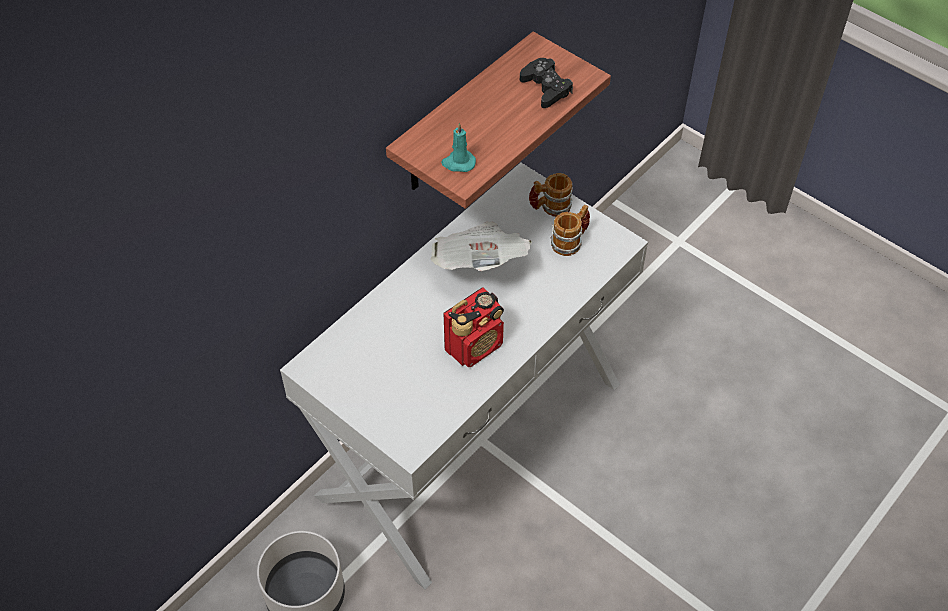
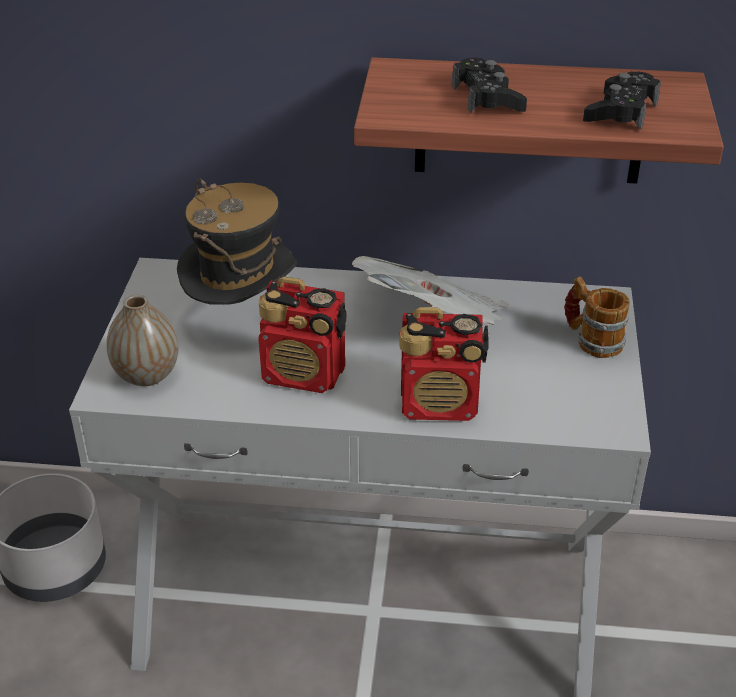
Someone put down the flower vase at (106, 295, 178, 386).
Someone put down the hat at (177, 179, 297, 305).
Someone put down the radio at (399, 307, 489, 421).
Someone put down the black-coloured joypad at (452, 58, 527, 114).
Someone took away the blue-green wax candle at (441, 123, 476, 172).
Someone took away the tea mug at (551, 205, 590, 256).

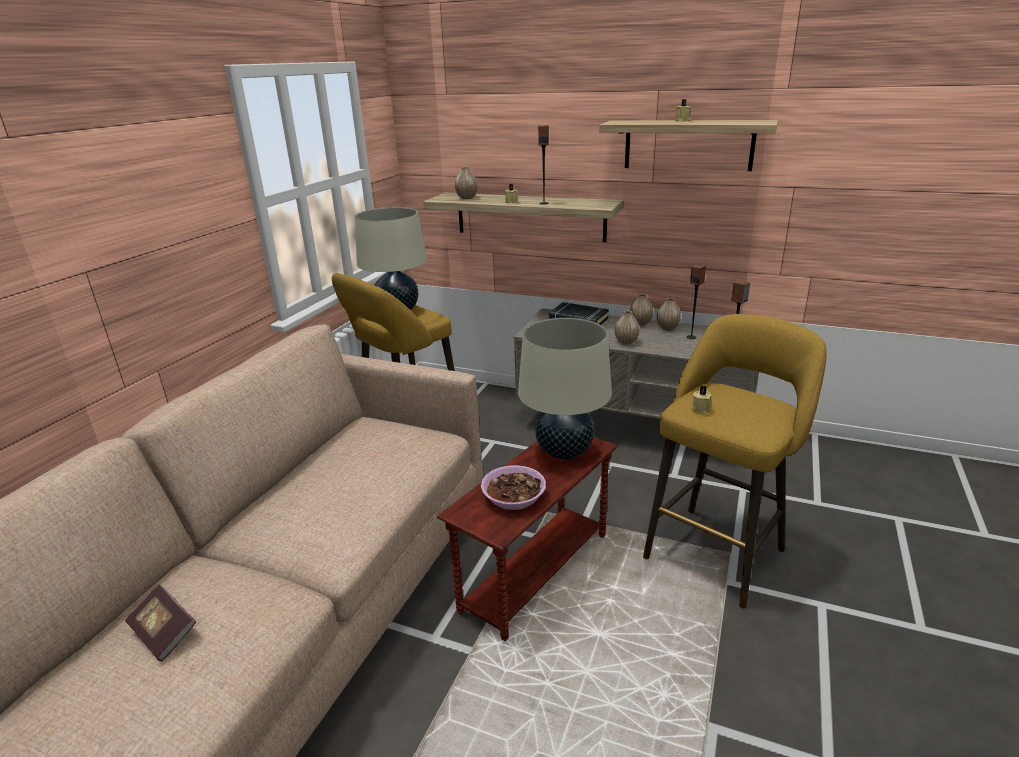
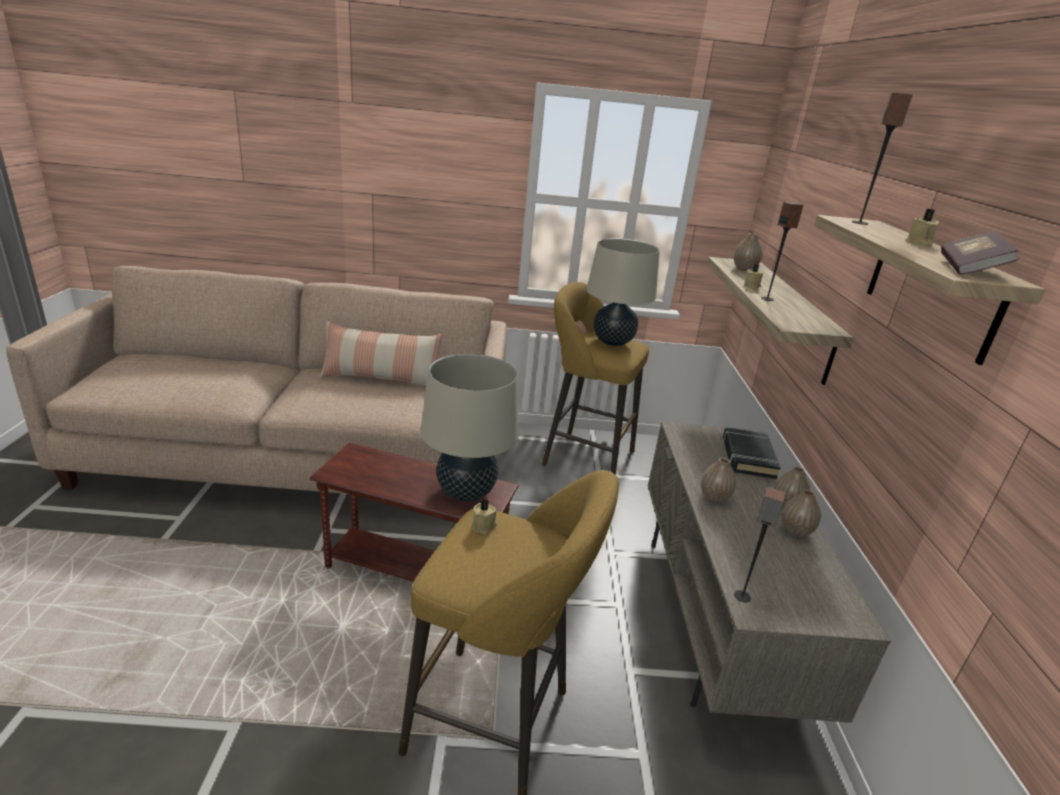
Someone put down the pillow at (319, 321, 442, 386).
Someone carried the speaker from (687, 264, 706, 339) to (852, 93, 913, 225).
Someone carried the book from (125, 585, 196, 661) to (941, 231, 1019, 275).
Someone took away the bowl at (481, 465, 546, 510).

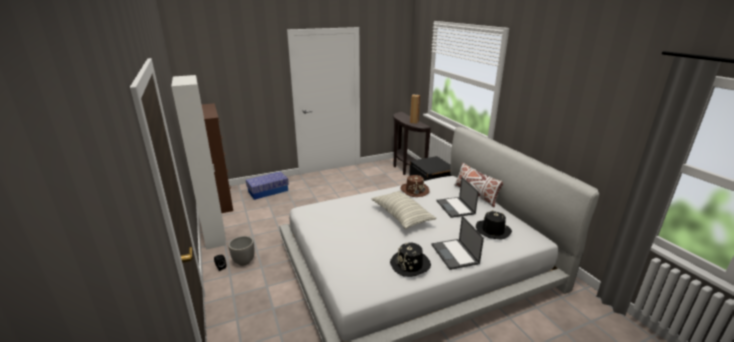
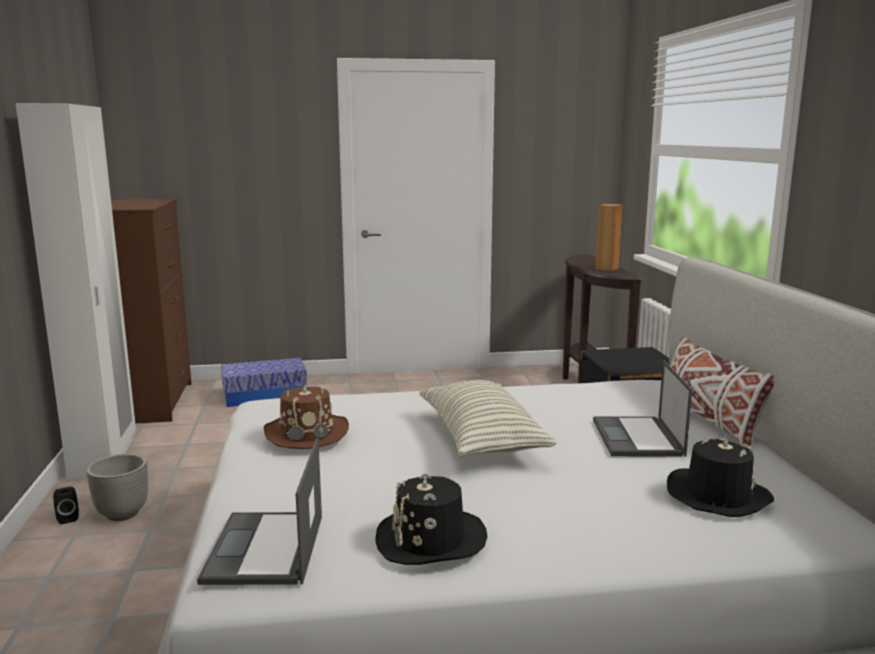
Someone carried the portable computer from (432, 216, 484, 270) to (197, 438, 322, 585).
Someone carried the brown-coloured hat from (400, 175, 429, 197) to (264, 385, 349, 449).

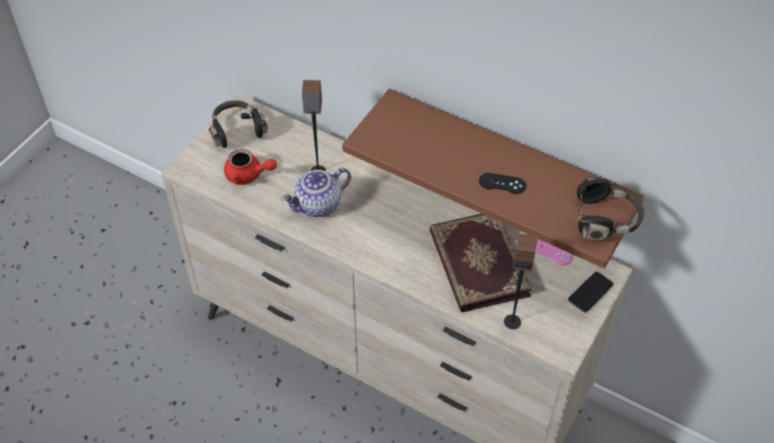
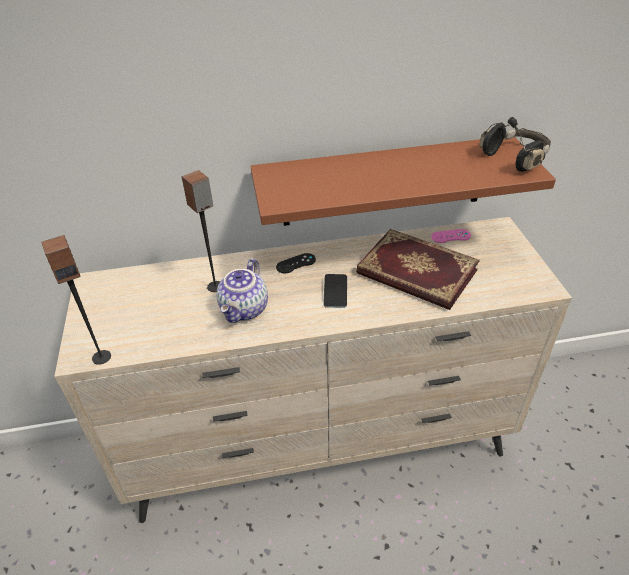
Someone carried the speaker from (504, 233, 537, 329) to (41, 235, 111, 365).
Someone carried the black-coloured joypad from (479, 173, 526, 194) to (276, 253, 316, 273).
Someone carried the handset from (568, 272, 613, 313) to (323, 274, 347, 308).
Someone took away the black-coloured headphones at (209, 100, 268, 148).
Someone took away the red tea pot at (224, 149, 277, 185).

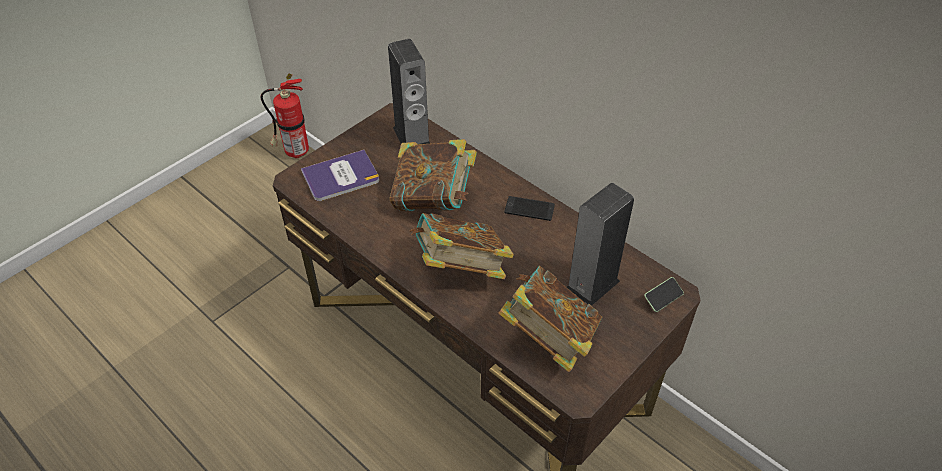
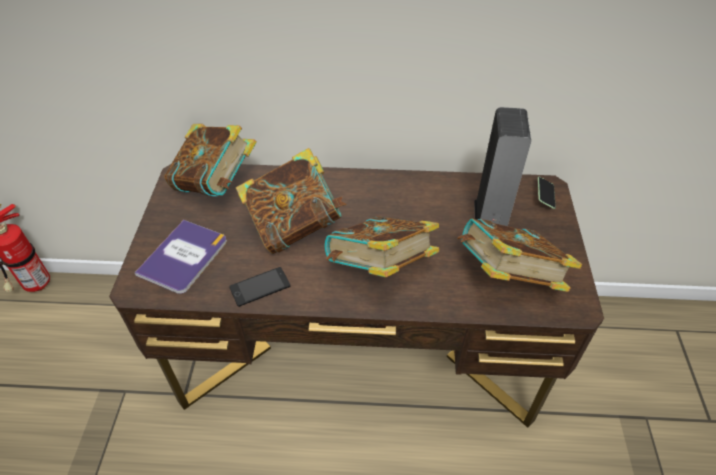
Someone swapped the speaker at (388, 39, 430, 144) for the book at (165, 124, 257, 197).
Someone carried the handset from (504, 196, 555, 221) to (229, 267, 290, 307).

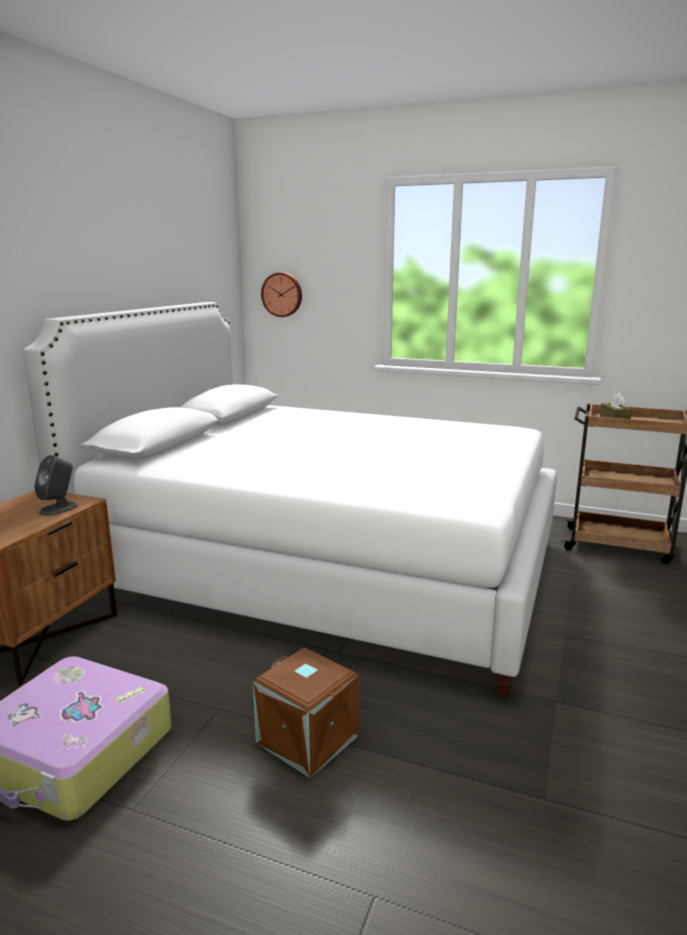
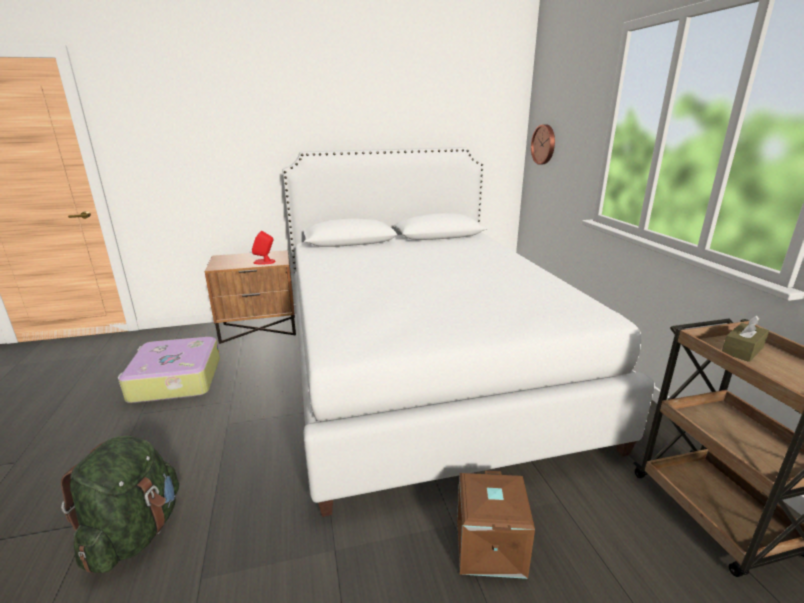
Someone put down the greenish knapsack at (61, 436, 179, 573).
Someone repainted the greyish speaker at (34, 455, 78, 516), which became the red speaker at (252, 231, 275, 264).
Someone carried the brown-coloured storage bin from (253, 647, 359, 778) to (457, 471, 535, 579).

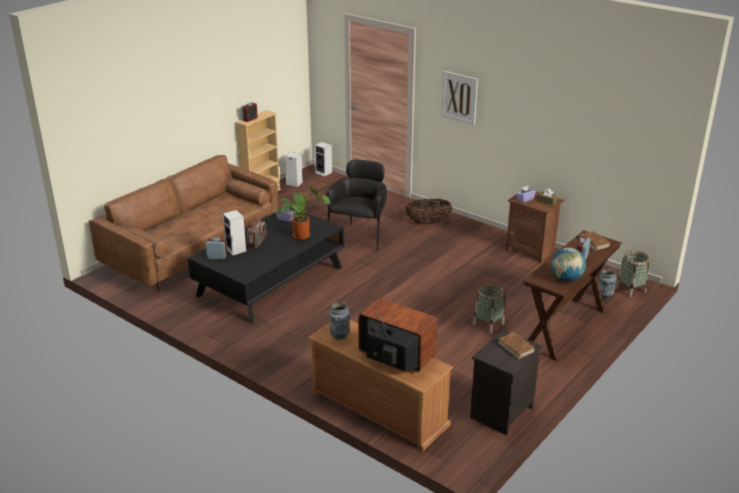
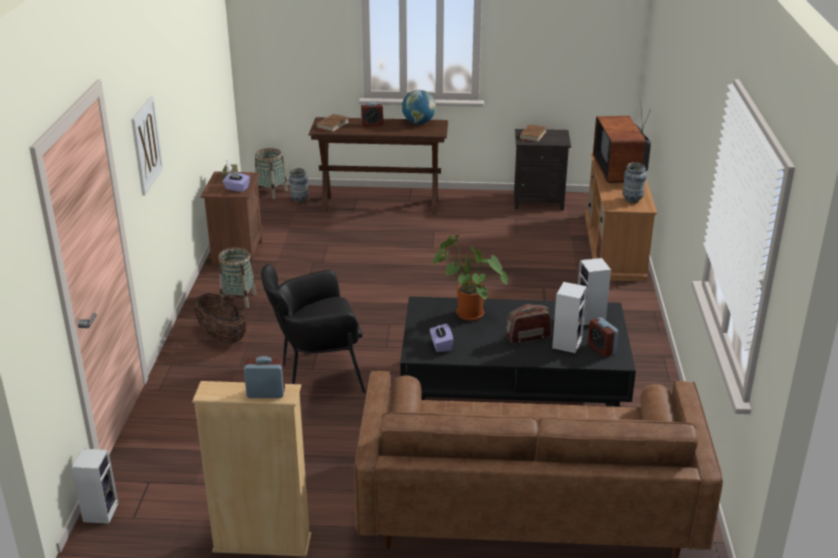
Someone carried the household basket from (473, 283, 505, 333) to (218, 247, 256, 308).
Someone carried the speaker from (285, 152, 303, 187) to (578, 258, 611, 325).

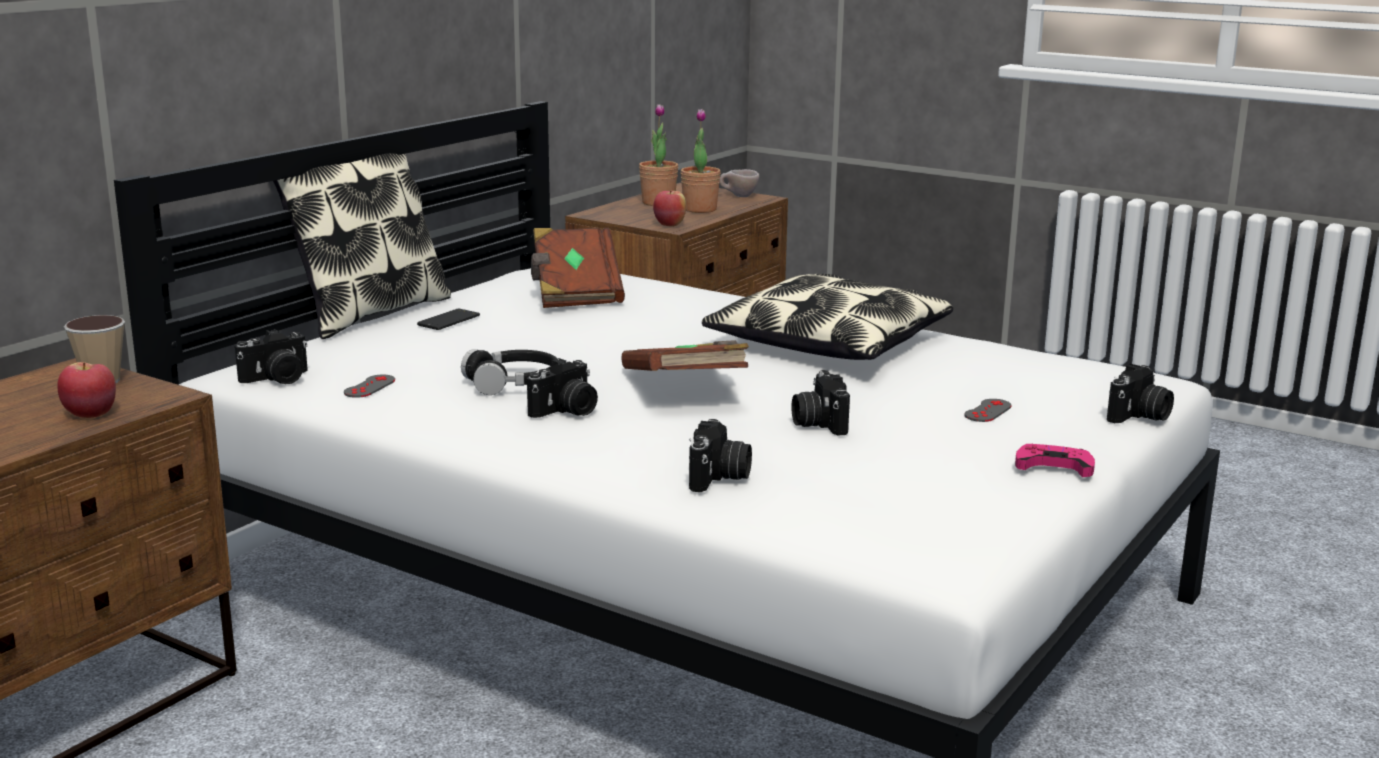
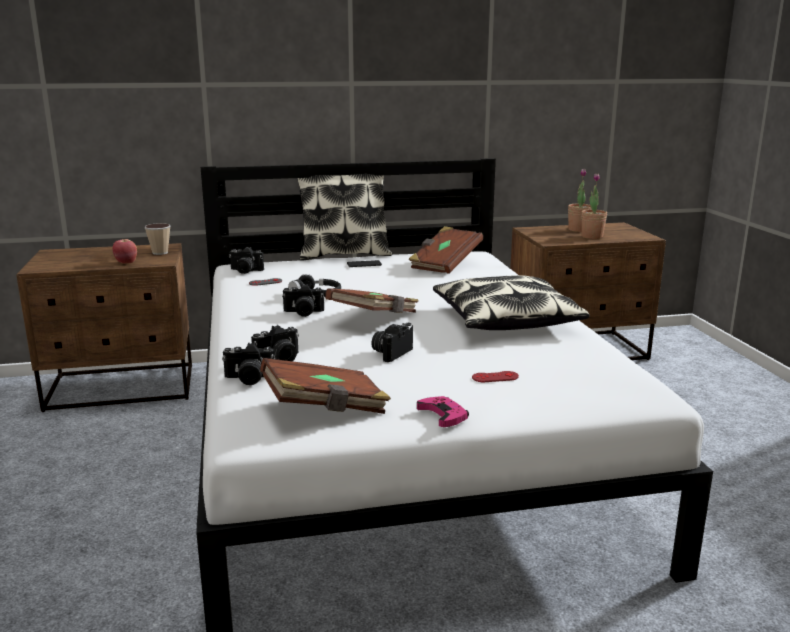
Someone carried the photo camera from (1107, 364, 1174, 423) to (222, 342, 275, 385).
Someone put down the brown-coloured book at (260, 358, 391, 414).
Someone repainted the greyish joypad at (965, 399, 1012, 422), which became the red joypad at (472, 371, 519, 382).
Someone took away the apple at (653, 190, 686, 227).
Someone took away the sand-coloured cup at (720, 169, 759, 197).

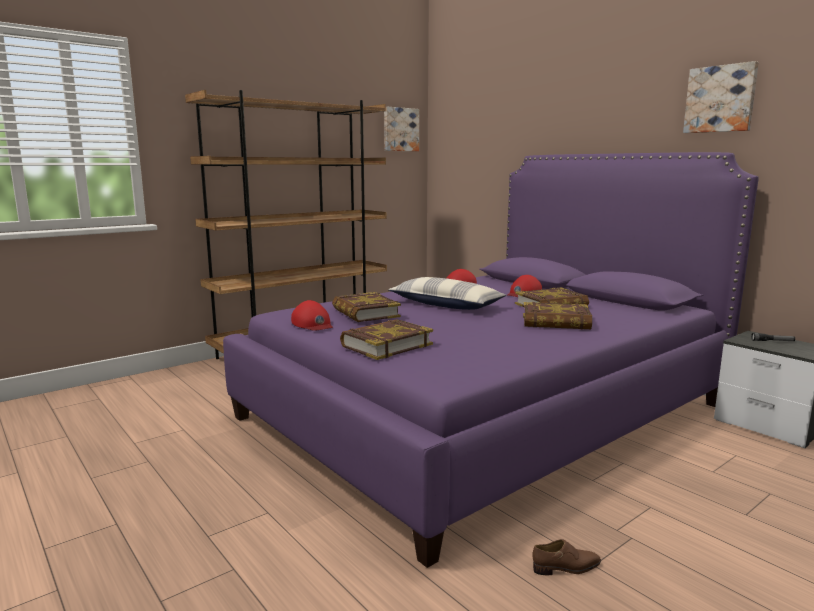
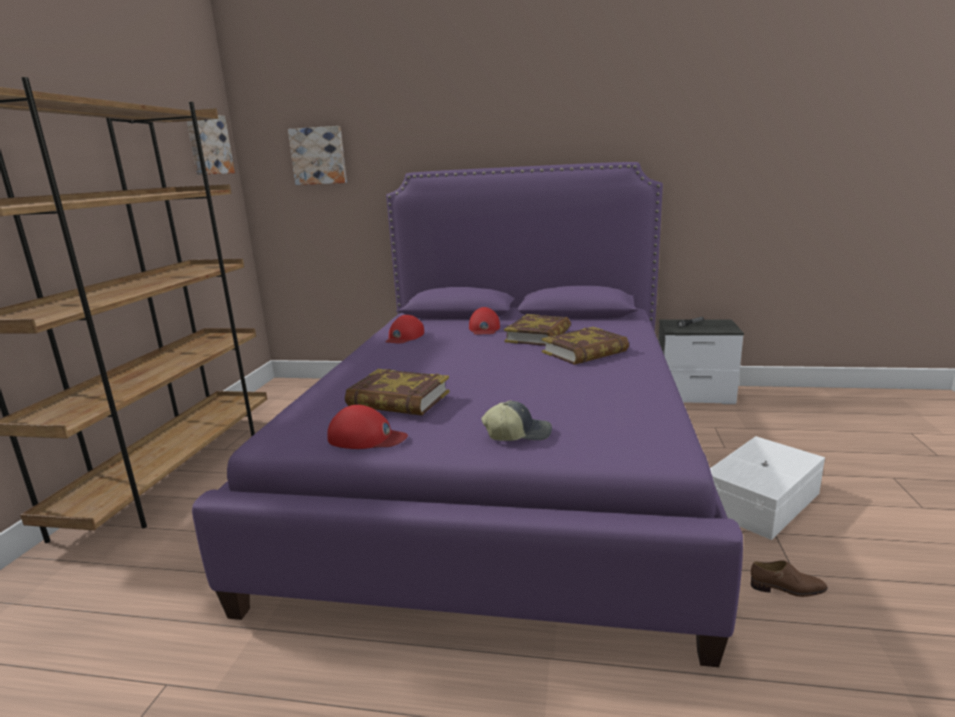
Someone carried the picture from (683, 61, 759, 133) to (288, 126, 347, 185).
Someone swapped the book at (340, 319, 433, 360) for the baseball cap at (481, 401, 552, 441).
Someone put down the whitish storage bin at (710, 436, 825, 540).
Someone rotated the brown-coloured low shoe at (532, 539, 601, 575) by 60 degrees clockwise.
Someone took away the pillow at (388, 277, 506, 310).

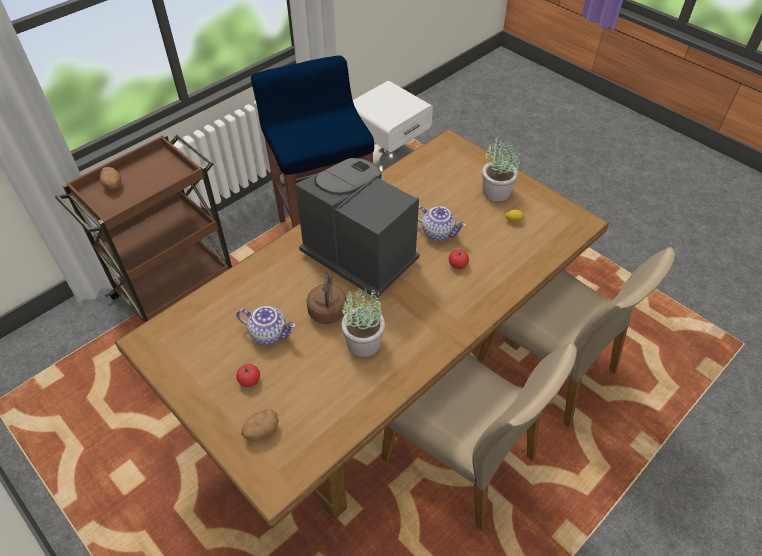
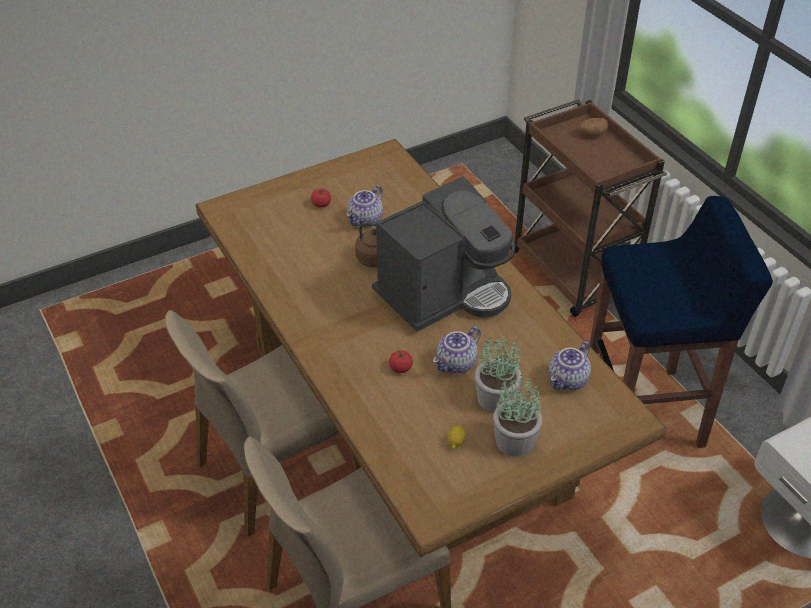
Someone carried the potted plant from (342, 286, 385, 357) to (475, 334, 522, 413).
Someone put down the tea pot at (549, 341, 591, 390).
Someone took away the potato at (241, 409, 279, 441).

